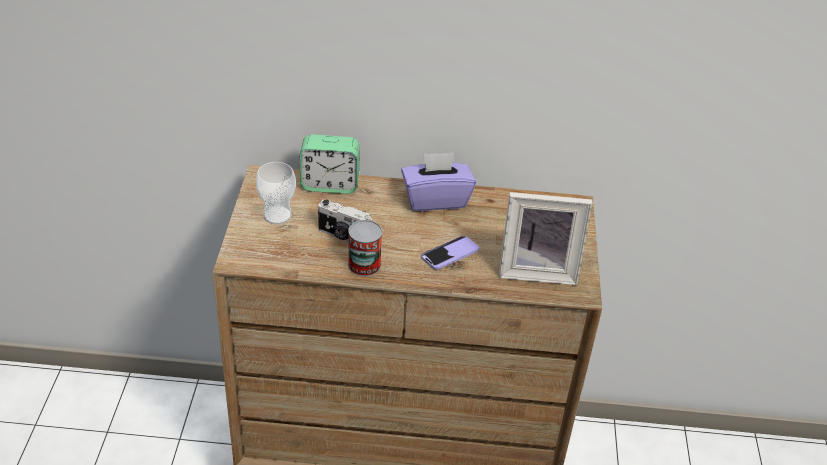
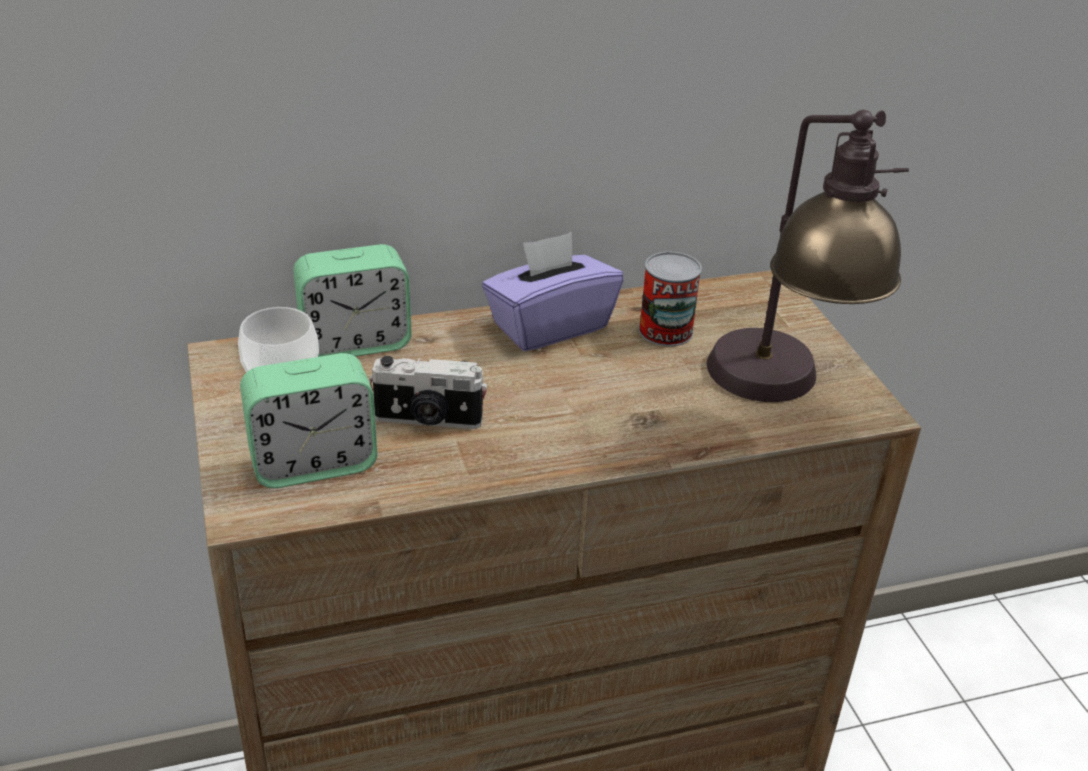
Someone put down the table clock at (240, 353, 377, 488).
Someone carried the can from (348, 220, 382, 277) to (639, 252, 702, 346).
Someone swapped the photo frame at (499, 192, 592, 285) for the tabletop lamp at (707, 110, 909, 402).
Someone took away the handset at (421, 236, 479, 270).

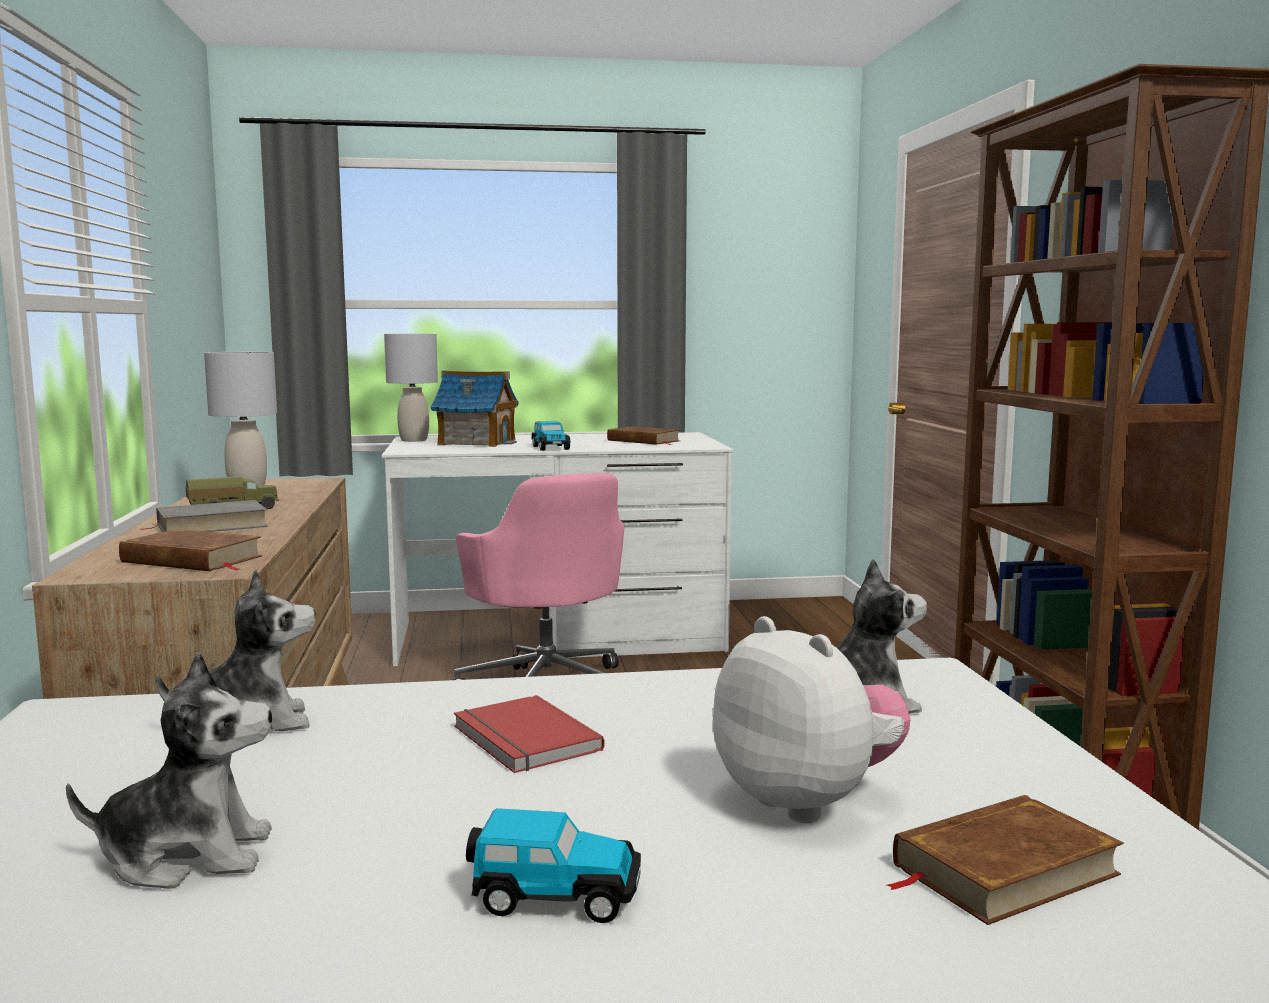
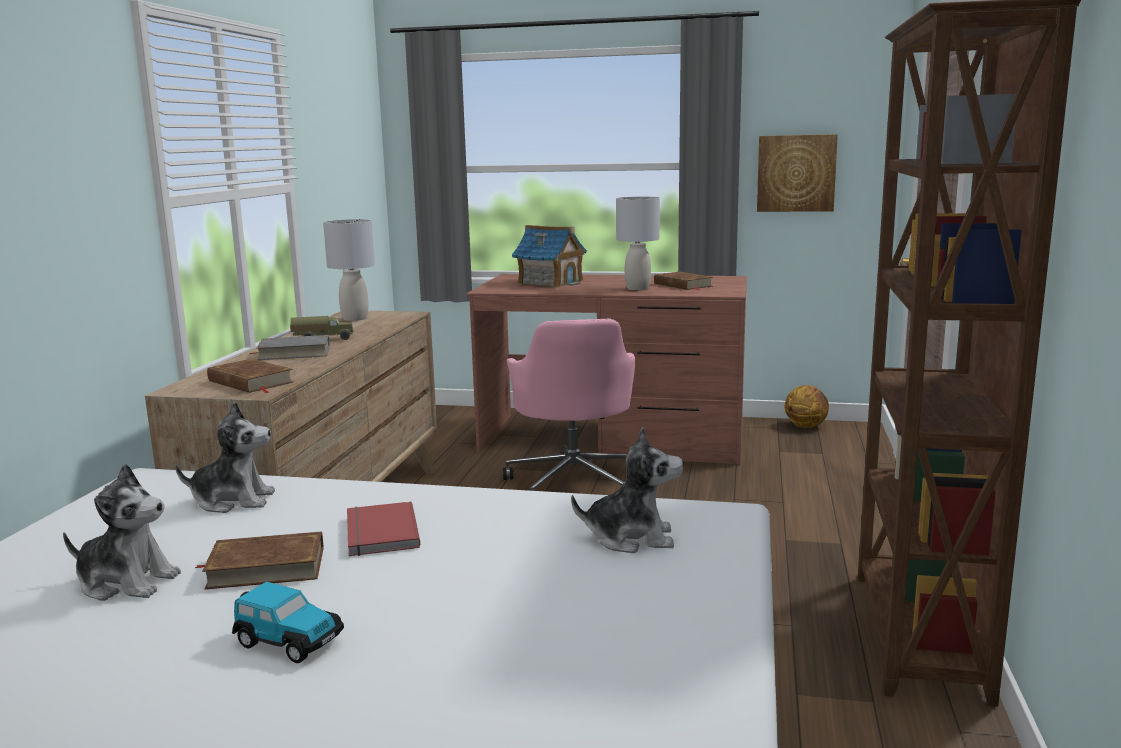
Someone carried the brown-coloured book from (887, 795, 1124, 925) to (195, 531, 324, 589).
Someone repainted the whitish desk table at (381, 432, 733, 667), which became the brown-coloured desk table at (466, 274, 747, 465).
Someone carried the greyish tabletop lamp from (384, 334, 438, 442) to (616, 196, 660, 290).
Someone put up the picture at (757, 134, 838, 212).
Someone put down the basketball at (785, 385, 829, 428).
Someone took away the model car at (531, 421, 570, 451).
Someone took away the soft toy at (713, 616, 911, 823).

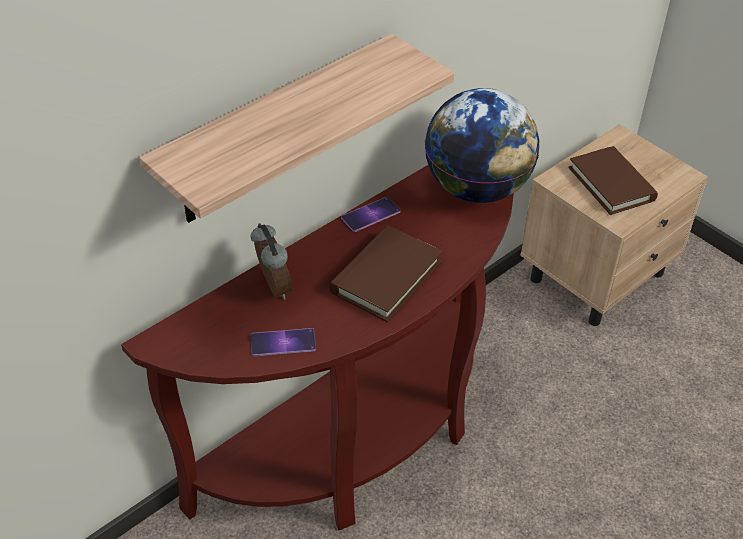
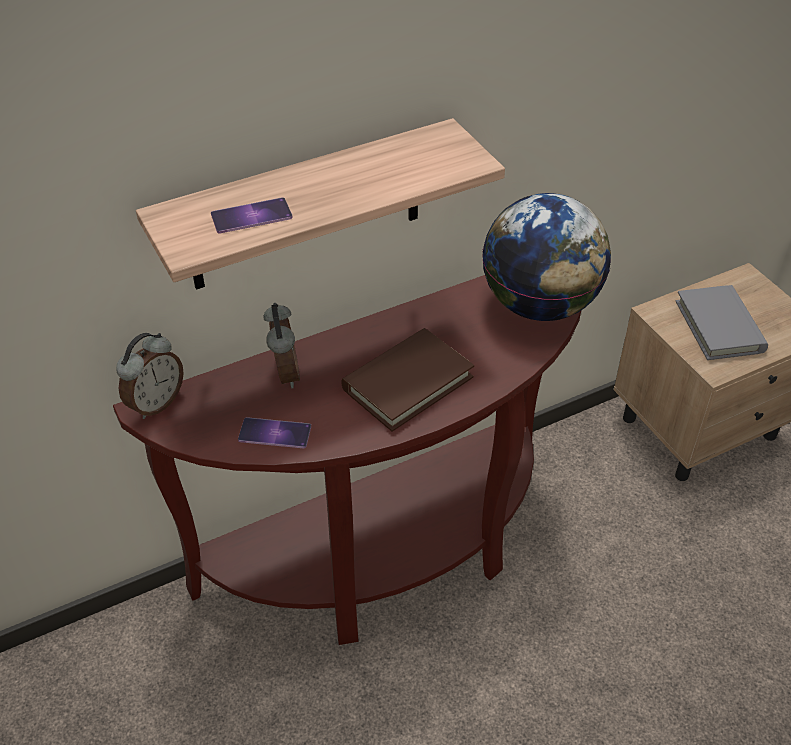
Someone put down the table clock at (116, 333, 184, 419).
Someone carried the handset from (341, 197, 401, 232) to (211, 197, 292, 234).
Someone repainted the brown-coloured book at (568, 146, 658, 215), which became the greyish book at (676, 285, 768, 360).

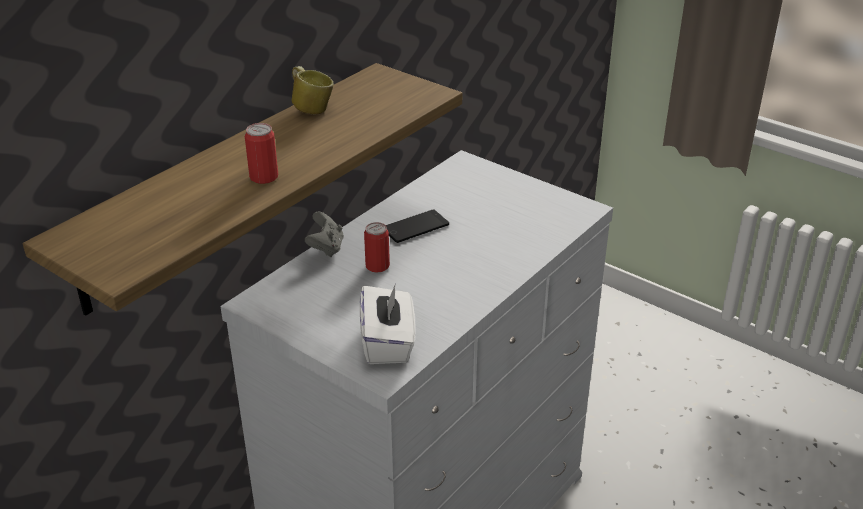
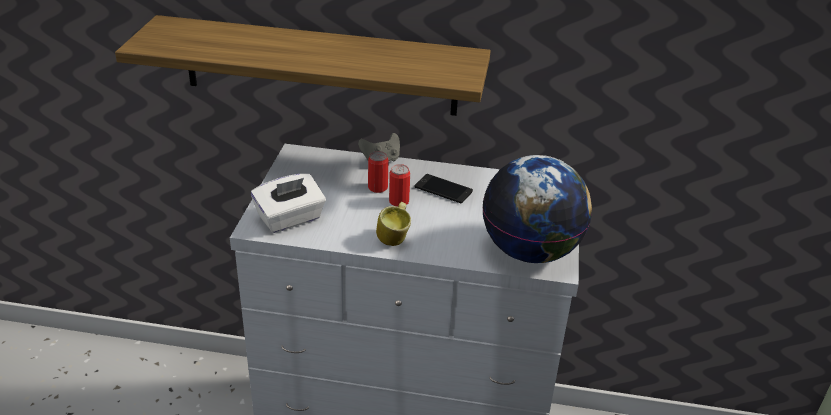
Someone carried the tea mug from (292, 66, 334, 115) to (376, 202, 411, 246).
Someone carried the can from (245, 123, 278, 184) to (389, 164, 410, 207).
Someone put down the desk globe at (482, 155, 592, 263).

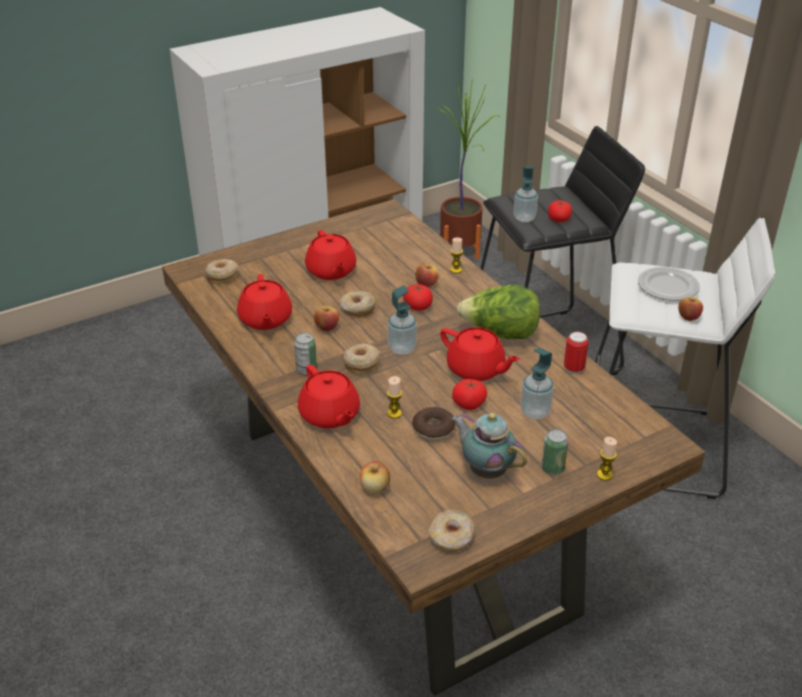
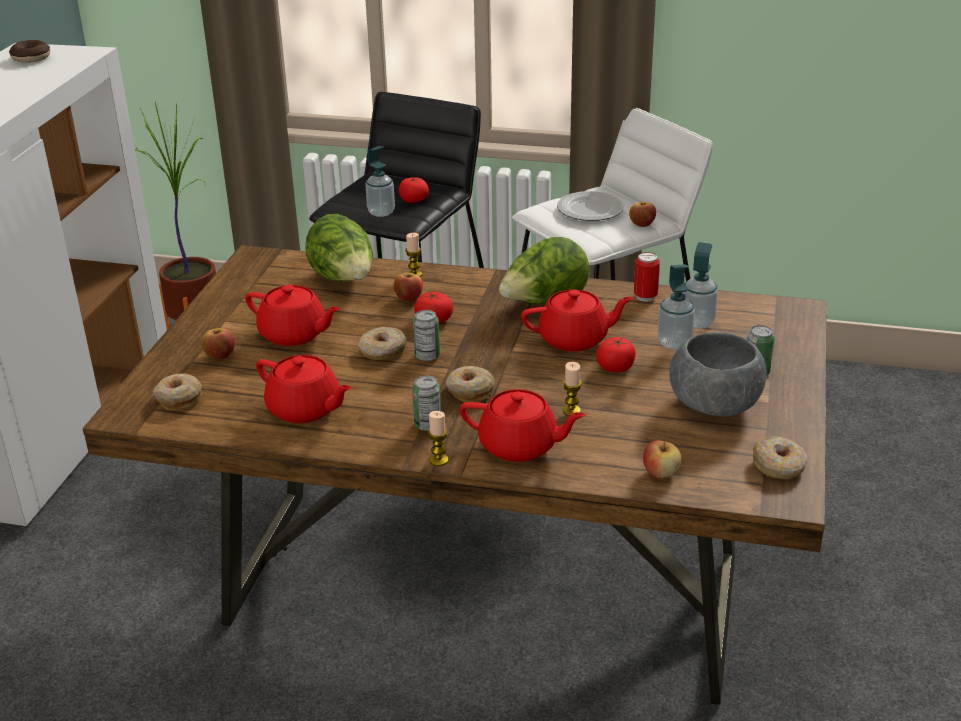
Someone carried the ring doughnut from (412, 407, 456, 441) to (9, 40, 50, 63).
Someone carried the apple from (314, 306, 339, 331) to (201, 328, 235, 360).
Someone put down the lettuce head at (306, 214, 373, 282).
Someone put down the can at (413, 310, 440, 361).
Someone carried the wax candle from (597, 437, 617, 481) to (428, 411, 449, 466).
Someone swapped the tea pot at (452, 413, 527, 478) for the greyish bowl at (670, 332, 767, 416).
Someone carried the liquid soap bottle from (388, 285, 417, 355) to (683, 242, 718, 329).

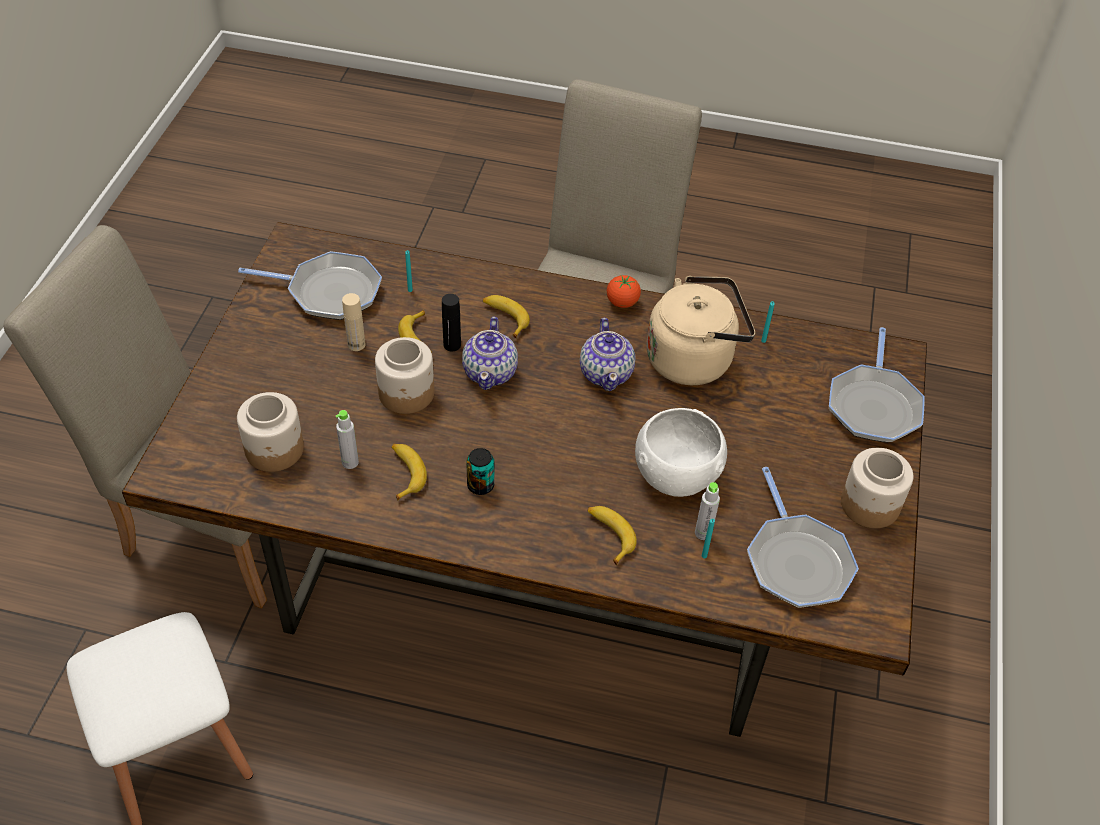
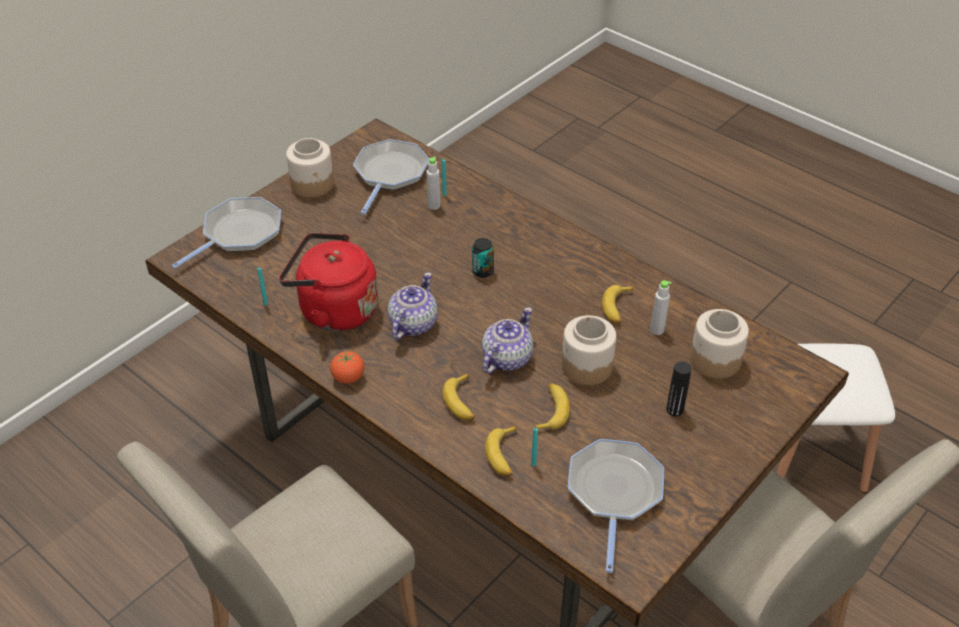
Someone repainted the sand-coloured water kettle at (647, 276, 755, 385), which became the red water kettle at (279, 233, 378, 332).
Someone carried the can from (466, 448, 494, 495) to (472, 238, 494, 278).
Someone carried the banana from (588, 506, 637, 565) to (485, 425, 517, 477).
Someone rotated the frying pan at (238, 251, 382, 320) by 60 degrees clockwise.
Someone carried the black-coloured beverage bottle from (442, 294, 461, 351) to (666, 361, 691, 416).
Someone took away the sand-coloured beverage bottle at (342, 293, 365, 351).
Someone took away the whitish bowl at (635, 408, 727, 497).

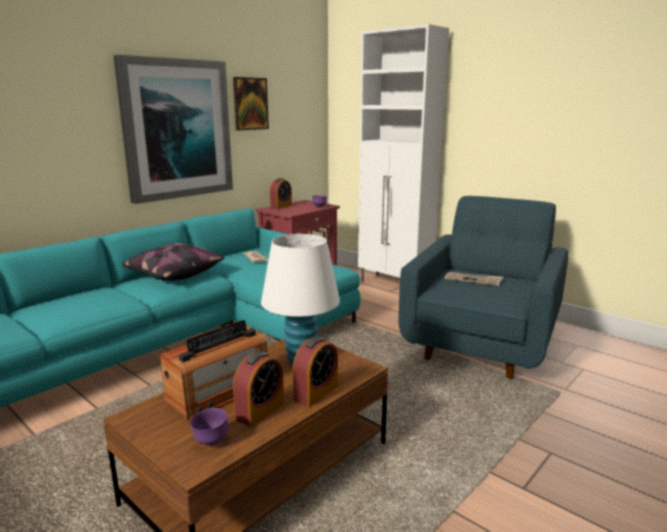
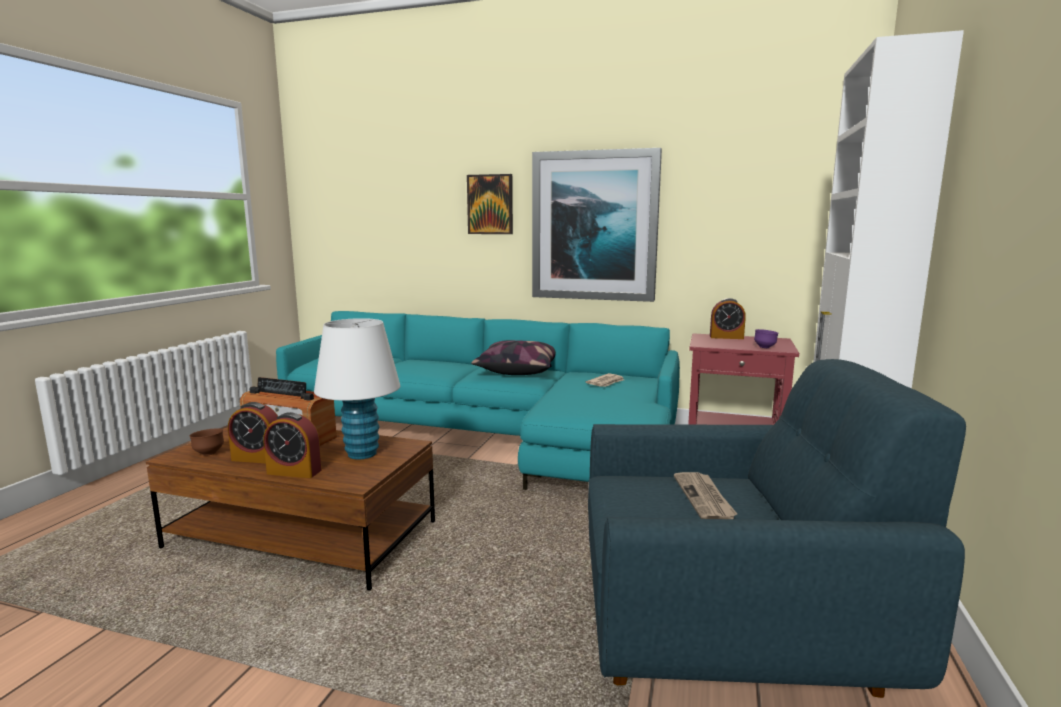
Someone repainted the purple bowl at (190, 408, 229, 446), which became the brown-coloured bowl at (190, 428, 224, 456).
Someone carried the picture from (233, 77, 269, 130) to (467, 174, 513, 234).

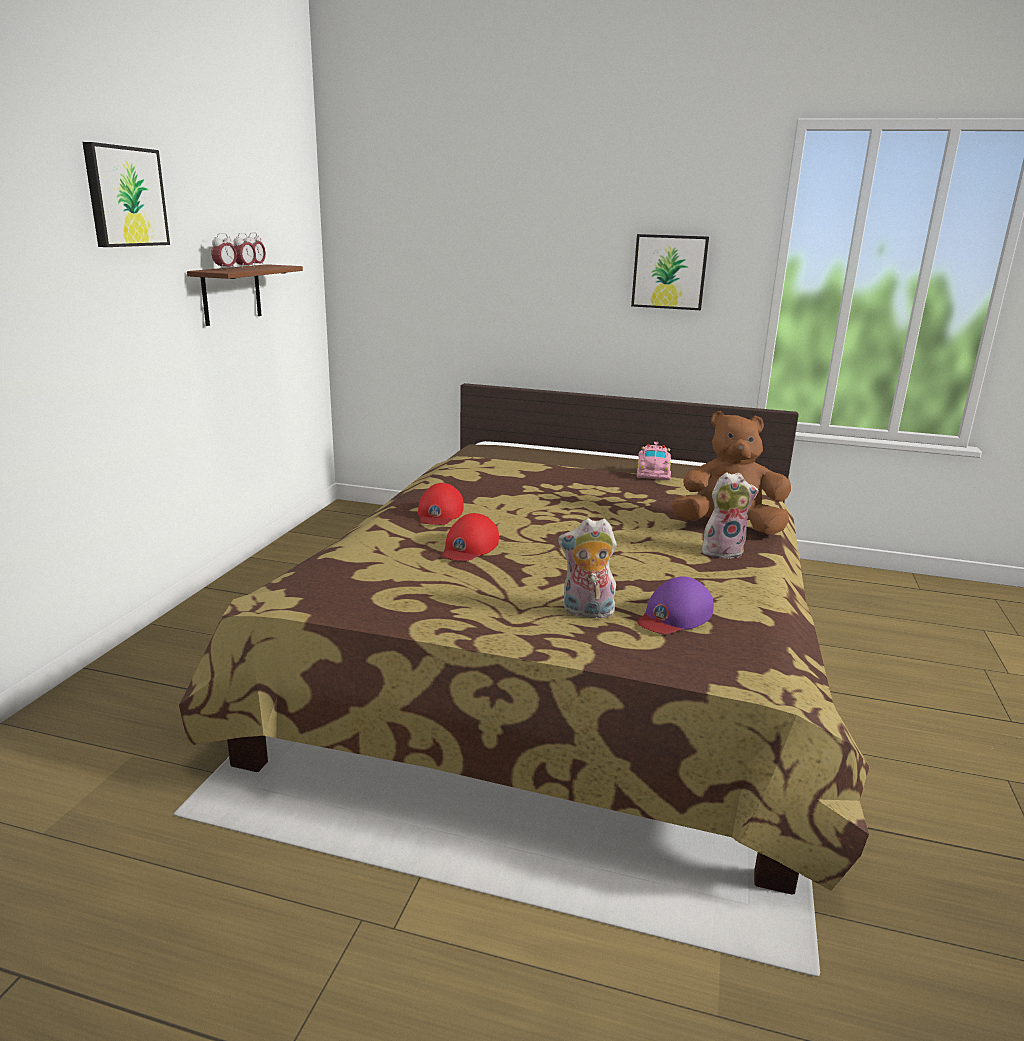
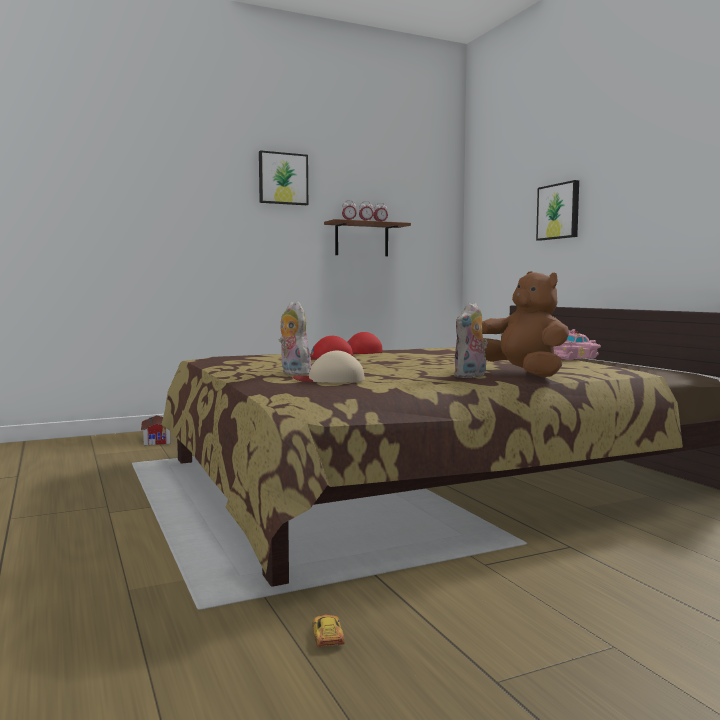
Someone put down the toy house at (141, 415, 171, 445).
Someone repainted the purple baseball cap at (637, 576, 714, 634), which became the sand-coloured baseball cap at (293, 351, 365, 383).
Someone put down the model car at (313, 615, 345, 647).
Someone rotated the soft toy at (702, 472, 759, 559) by 90 degrees clockwise.
Someone carried the picture from (631, 234, 709, 310) to (536, 180, 579, 241).

